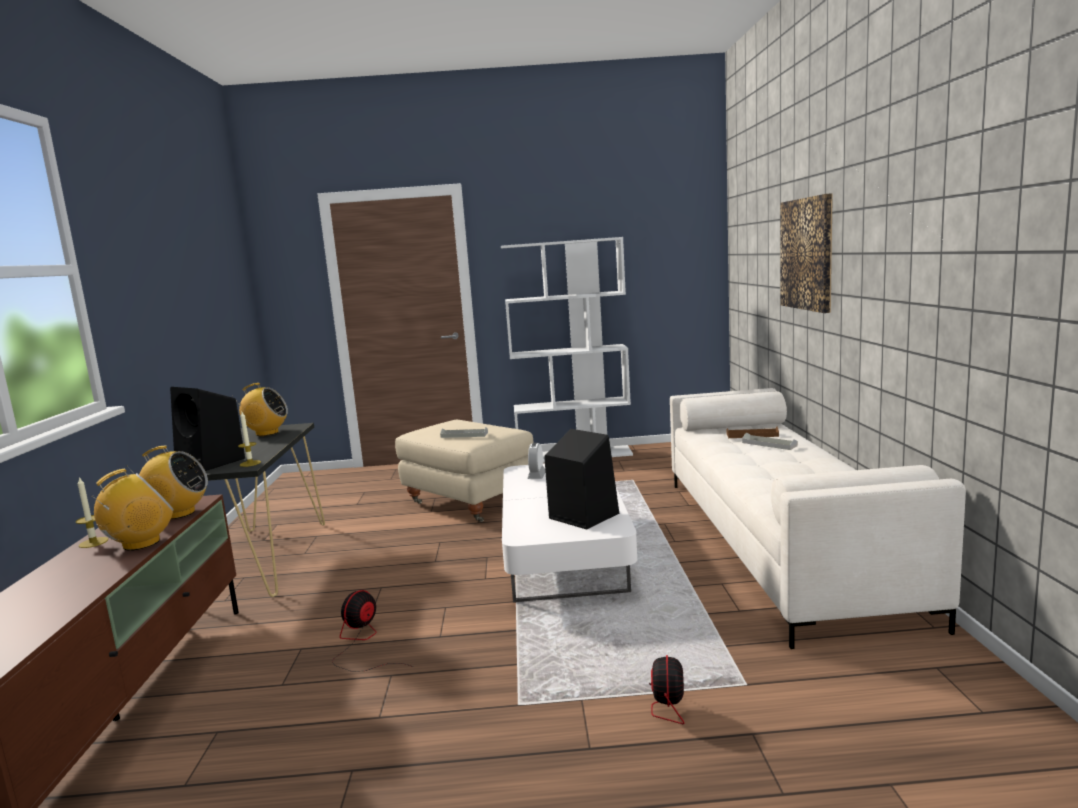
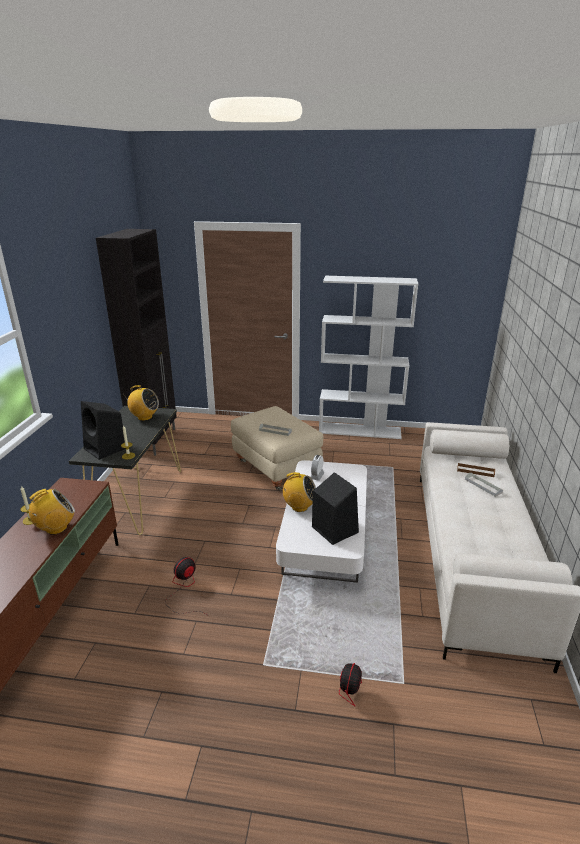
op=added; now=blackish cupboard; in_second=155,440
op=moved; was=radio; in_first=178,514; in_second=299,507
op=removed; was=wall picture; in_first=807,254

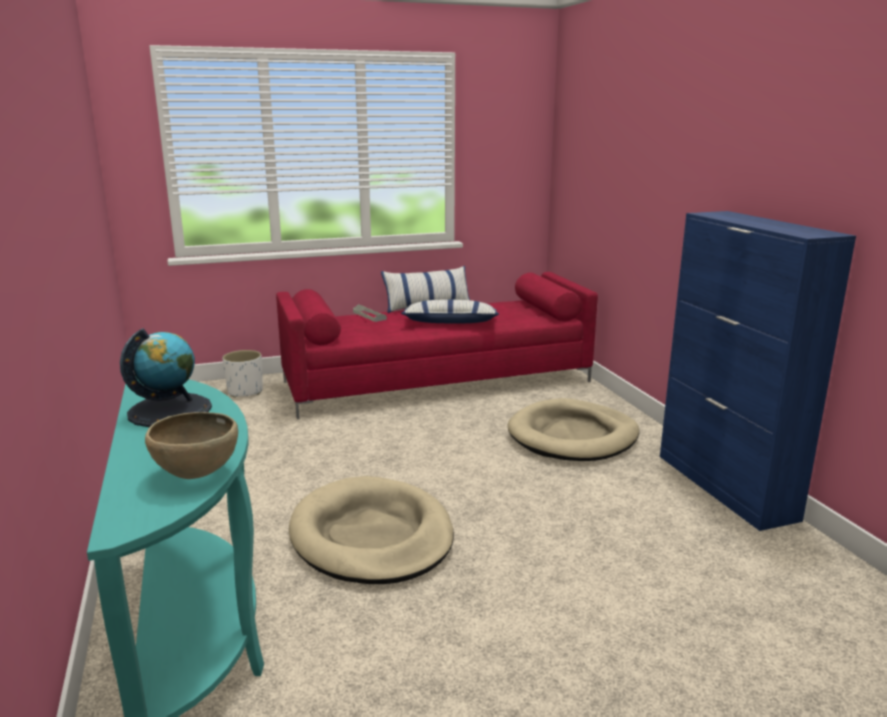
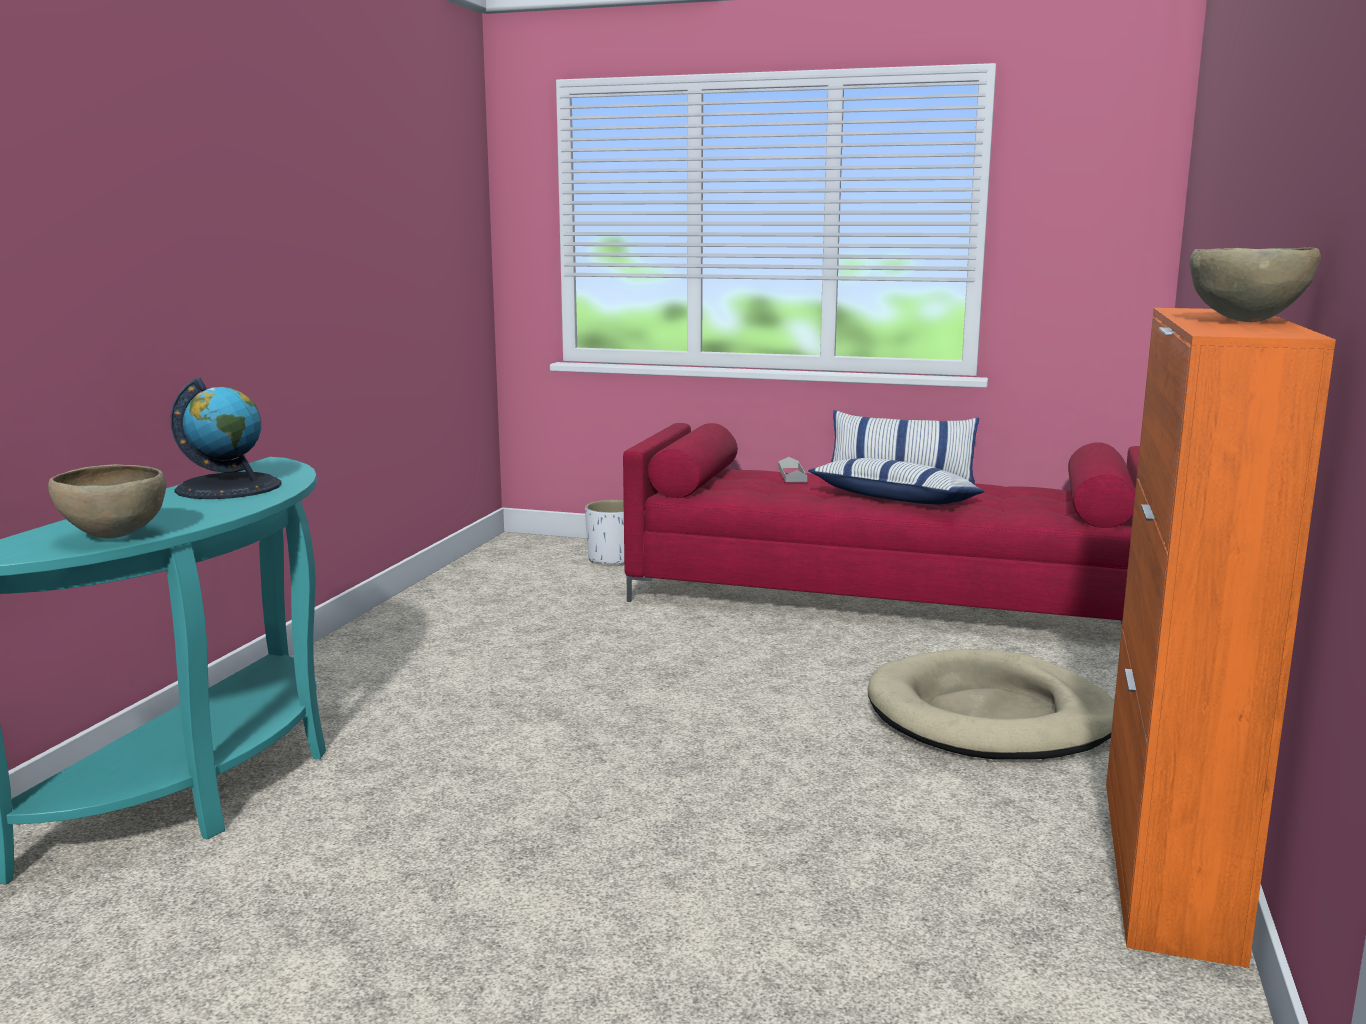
op=recoloured; was=bluish cupboard; now=orange cupboard; in_first=725,487; in_second=1166,865
op=added; now=brown-coloured serving bowl; in_second=1246,321
op=removed; was=sand-coloured pet bed; in_first=372,536

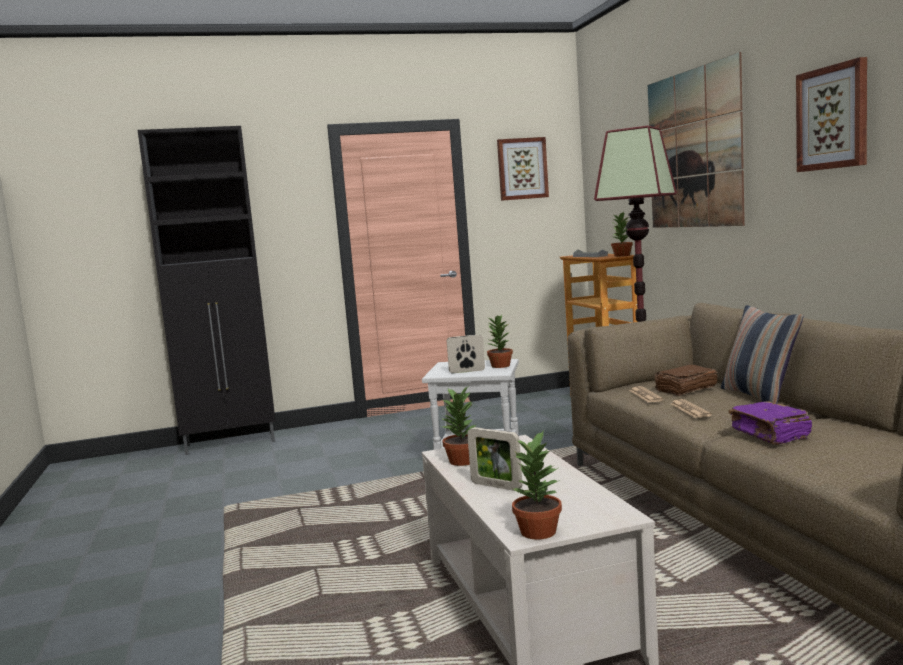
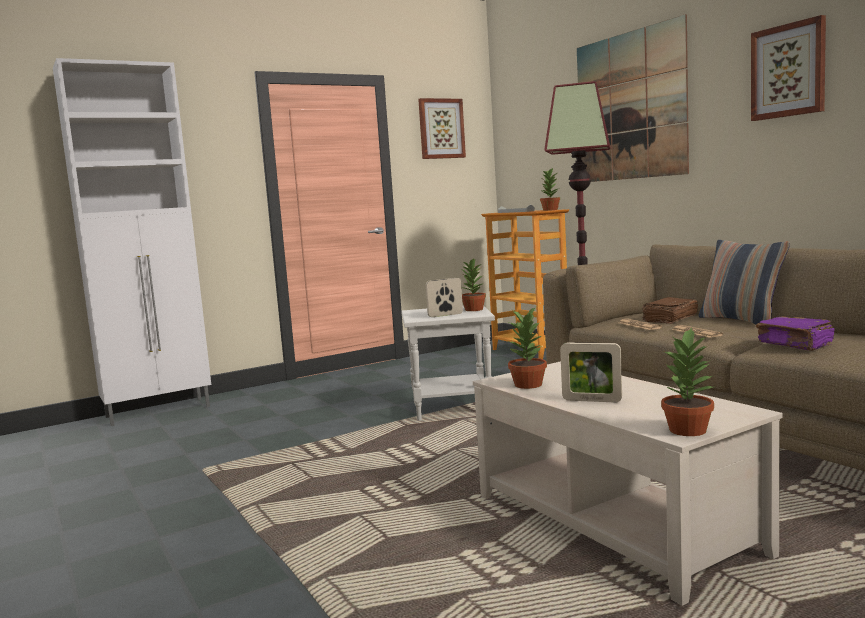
op=recoloured; was=blackish cupboard; now=white-coloured cupboard; in_first=232,443; in_second=160,411

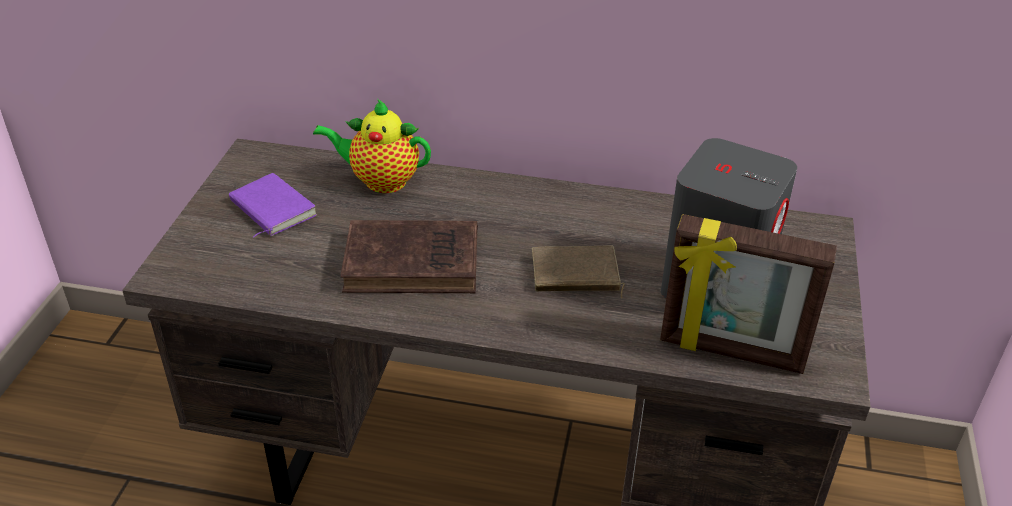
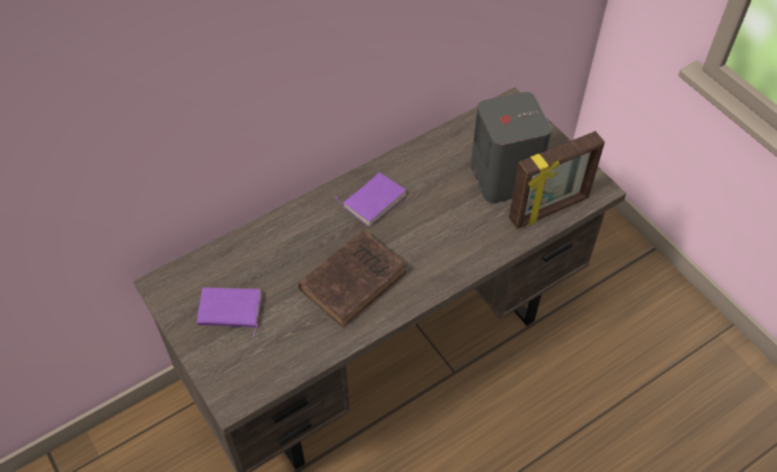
op=added; now=purple-coloured bound book; in_second=373,200
op=removed; was=pot for tea; in_first=380,181
op=removed; was=brown-coloured bound book; in_first=575,276

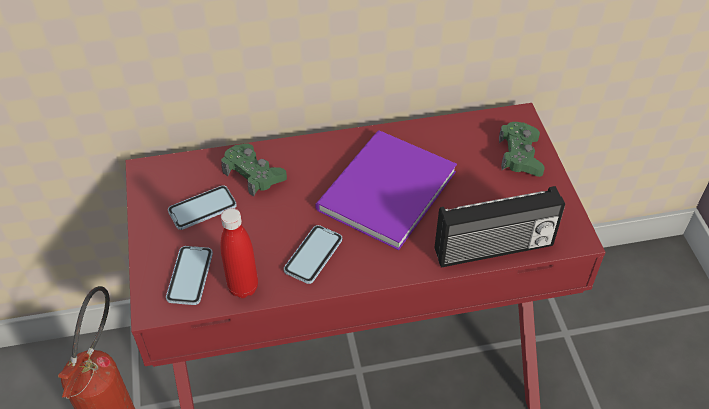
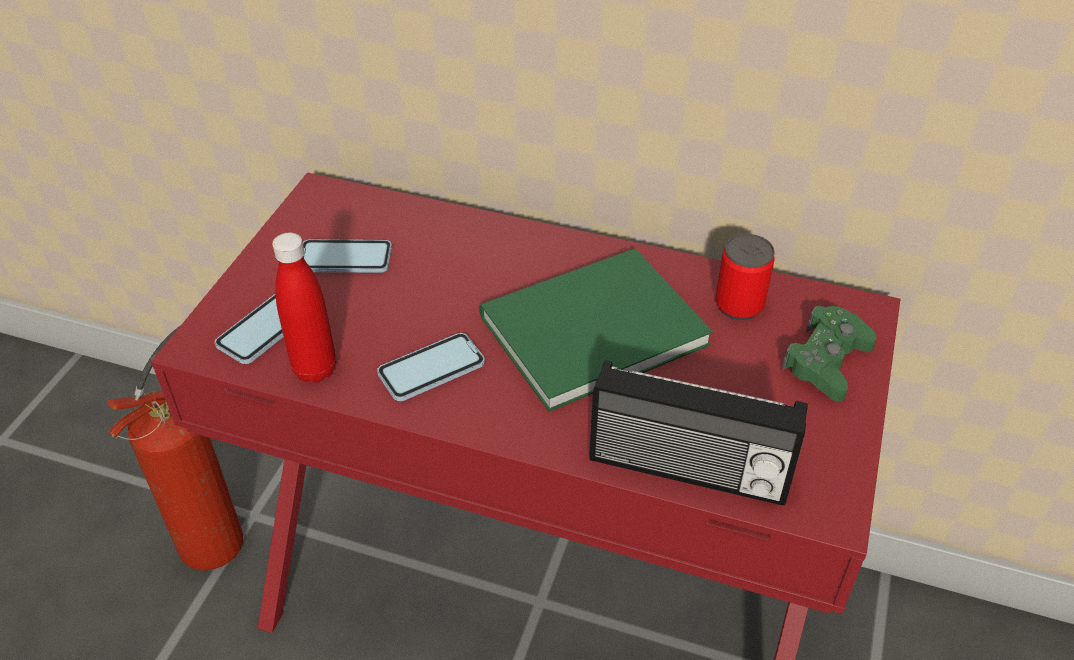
op=recoloured; was=purple-coloured bound book; now=greenish bound book; in_first=382,192; in_second=585,329
op=added; now=sealed can; in_second=739,305
op=removed; was=greenish joypad; in_first=253,174

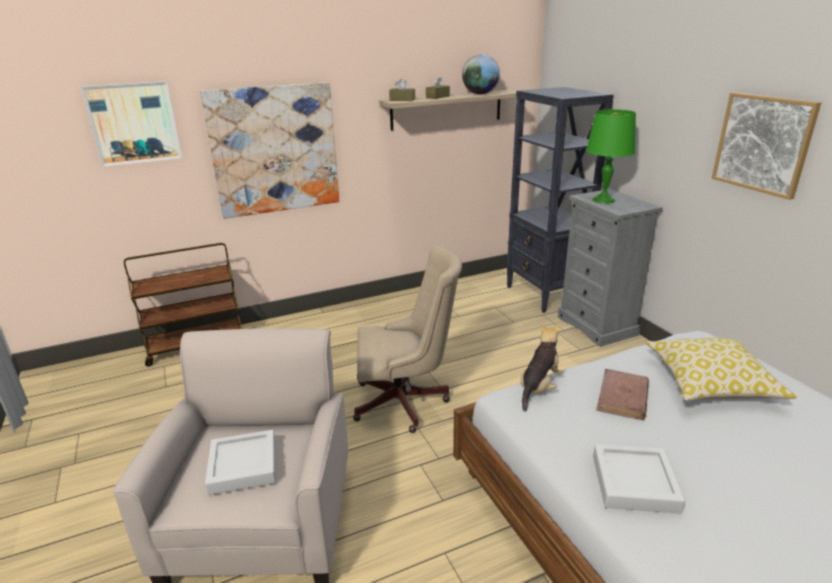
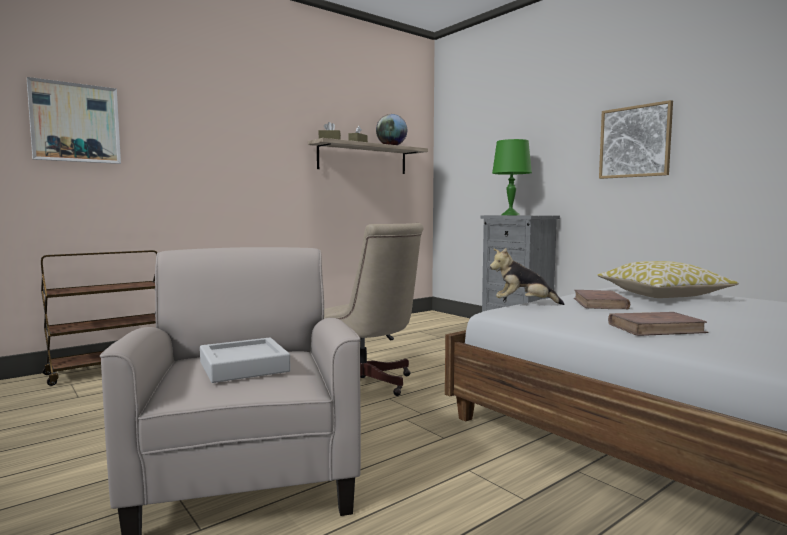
op=turned; was=sand-coloured desk chair; in_first=406,402; in_second=367,385; clockwise=60
op=turned; was=cuddly toy; in_first=539,388; in_second=523,304; clockwise=-105
op=replaced; was=greyish serving tray; now=brown-coloured bound book; in_first=634,483; in_second=656,328
op=removed; was=wall picture; in_first=274,150
op=removed; was=blackish bookcase; in_first=545,294

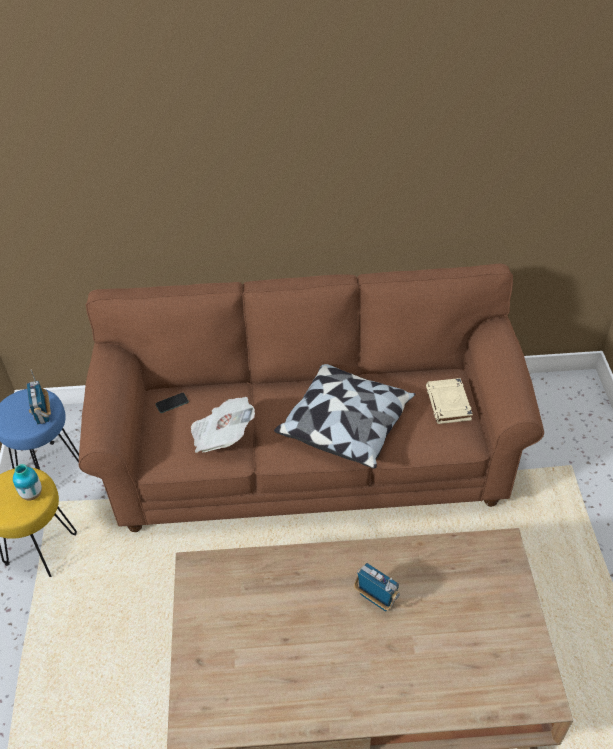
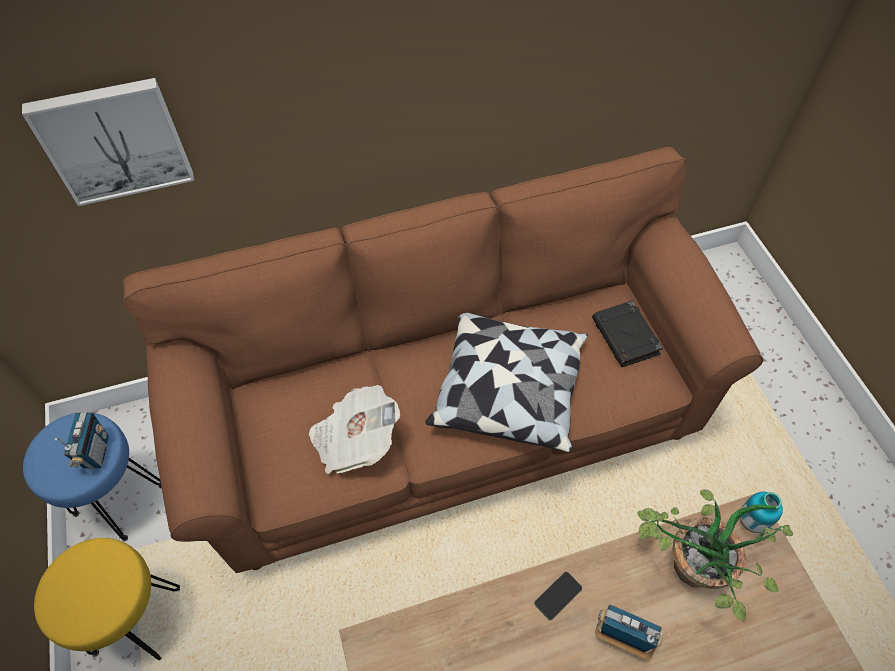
op=added; now=wall picture; in_second=114,140
op=turned; was=radio; in_first=43,414; in_second=96,452; clockwise=-150
op=moved; was=phone; in_first=172,403; in_second=558,596
op=recoloured; was=sand-coloured bound book; now=blackish bound book; in_first=448,404; in_second=626,337
op=added; now=plant in a pot; in_second=683,570
op=moved; was=flower vase; in_first=32,494; in_second=751,521

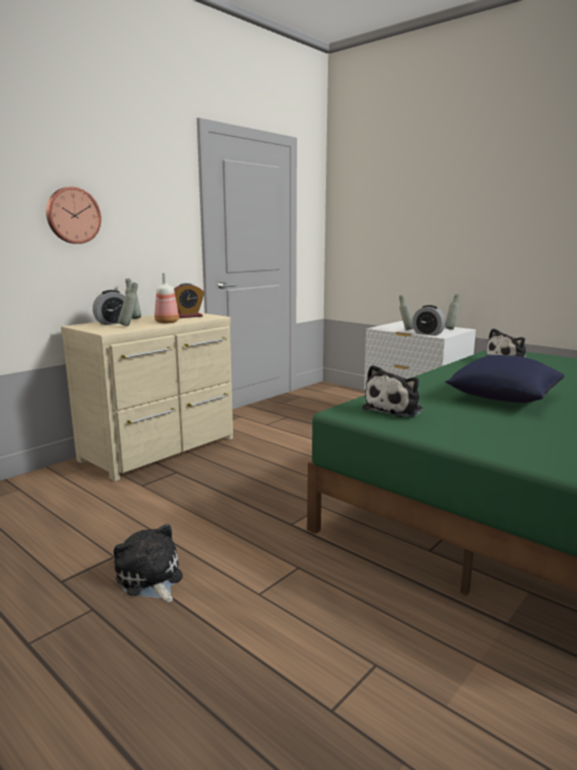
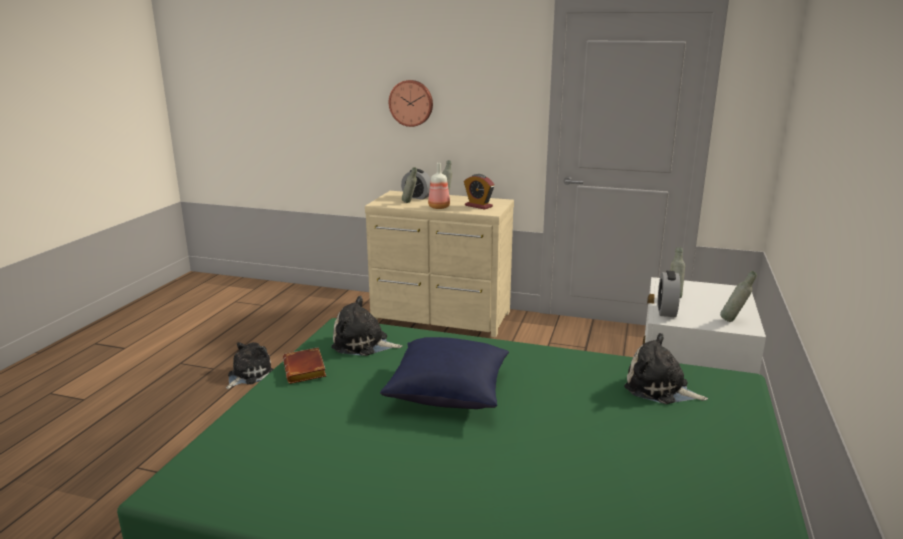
op=added; now=brown-coloured bound book; in_second=306,371

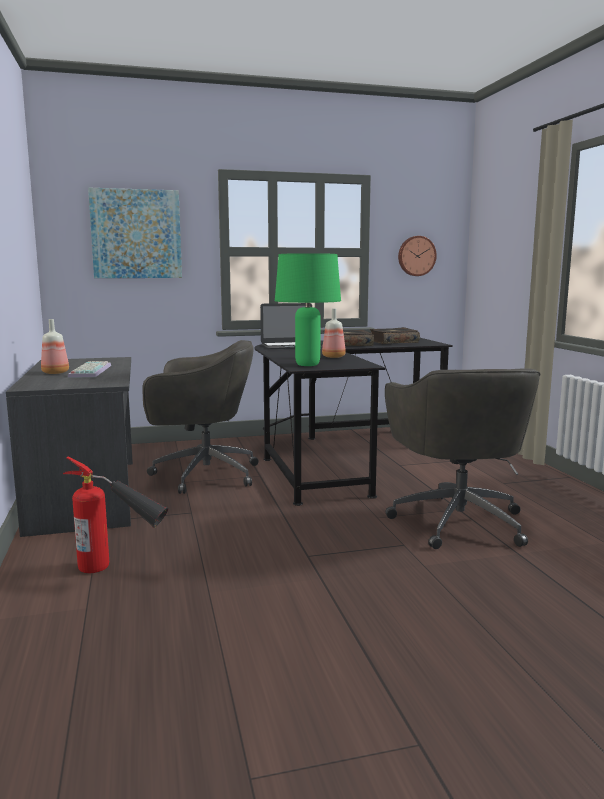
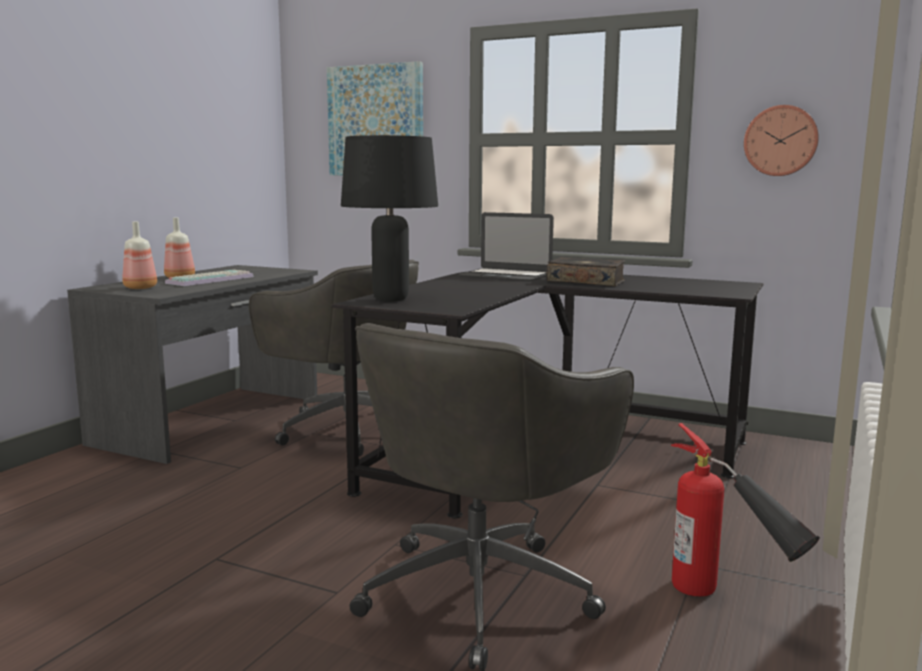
op=moved; was=bottle; in_first=334,357; in_second=141,288
op=recoloured; was=greenish table lamp; now=blackish table lamp; in_first=307,365; in_second=390,299
op=moved; was=extinguisher; in_first=119,570; in_second=728,604
op=removed; was=bound book; in_first=393,342

